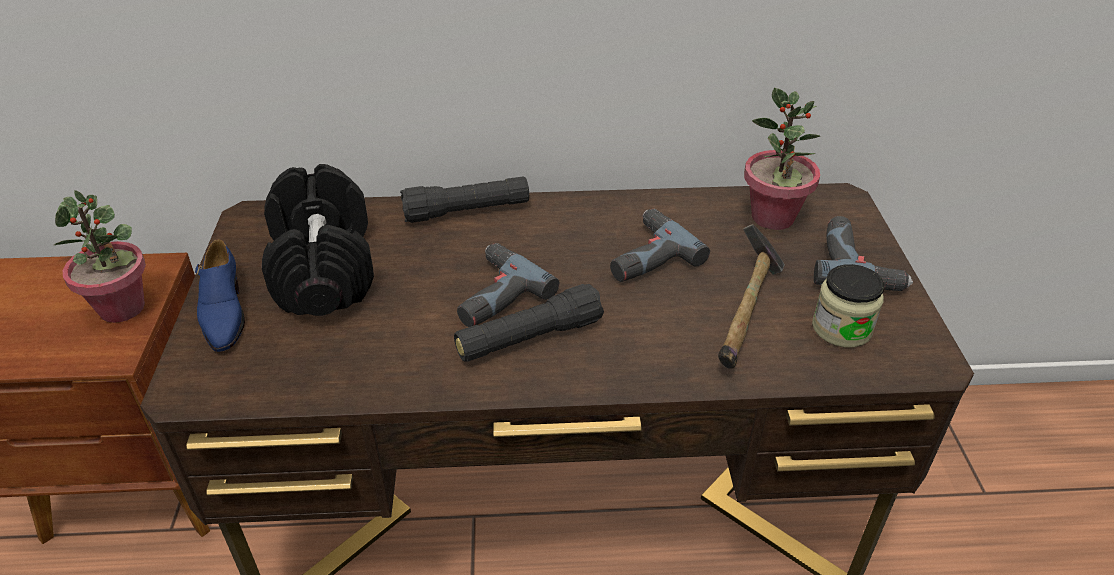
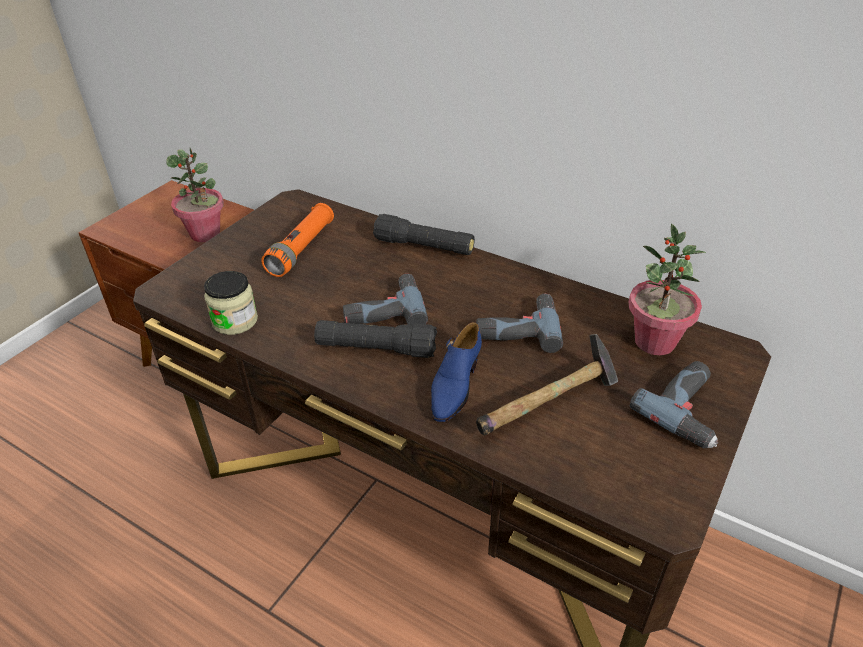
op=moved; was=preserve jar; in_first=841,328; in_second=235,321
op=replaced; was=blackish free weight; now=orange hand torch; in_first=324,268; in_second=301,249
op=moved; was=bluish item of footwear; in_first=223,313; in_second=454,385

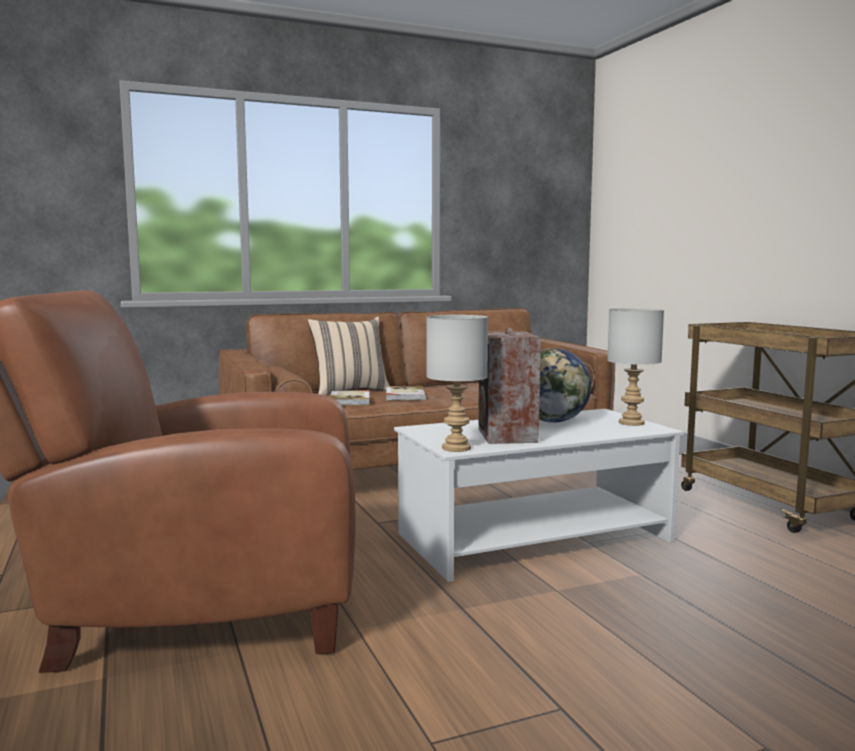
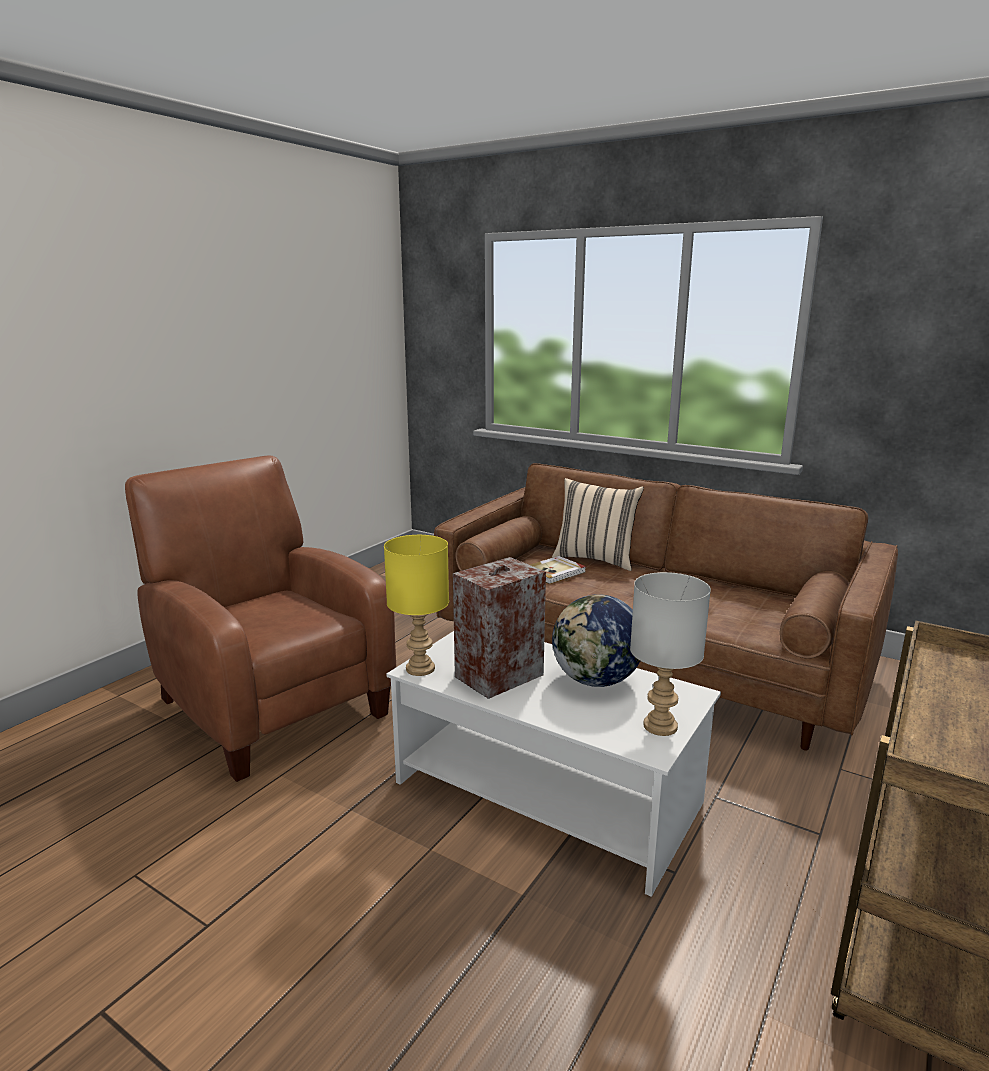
op=recoloured; was=greyish table lamp; now=yellow table lamp; in_first=455,448; in_second=419,668
op=removed; was=bound book; in_first=404,396

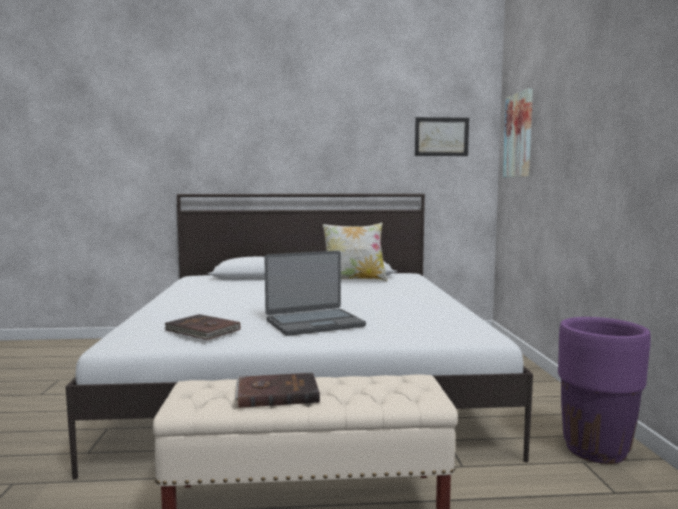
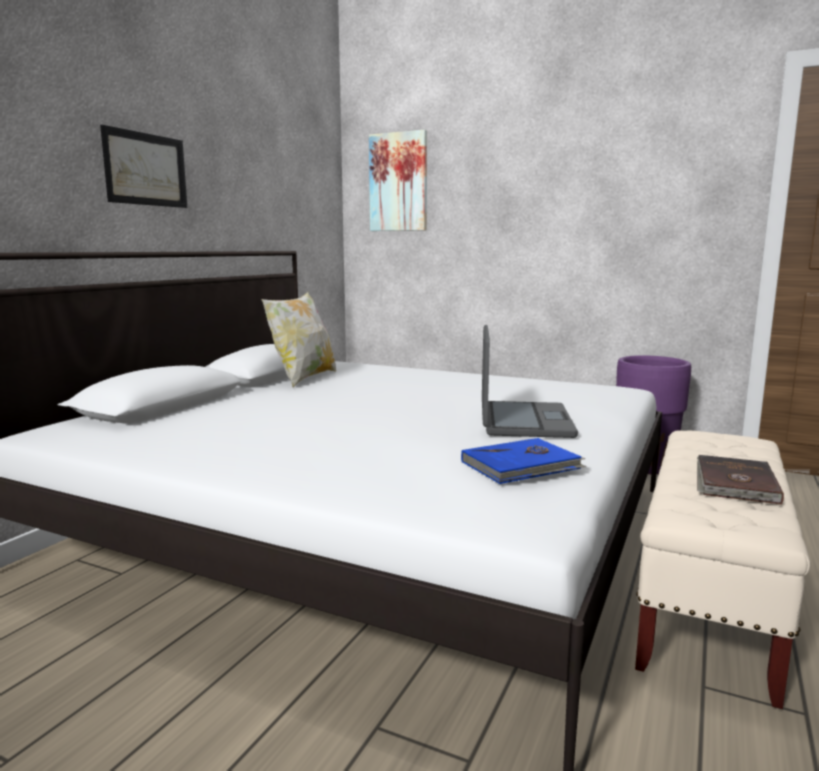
op=moved; was=wall picture; in_first=441,136; in_second=146,169
op=recoloured; was=brown-coloured bound book; now=bluish bound book; in_first=202,330; in_second=522,465

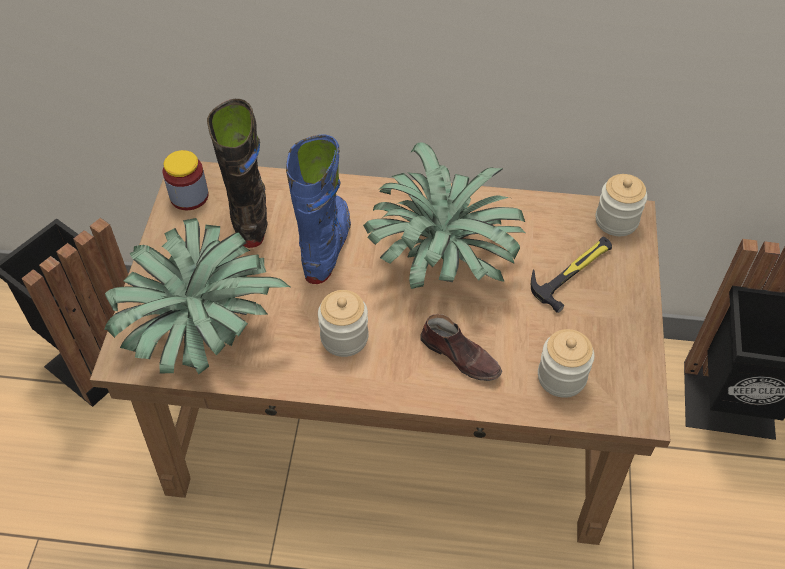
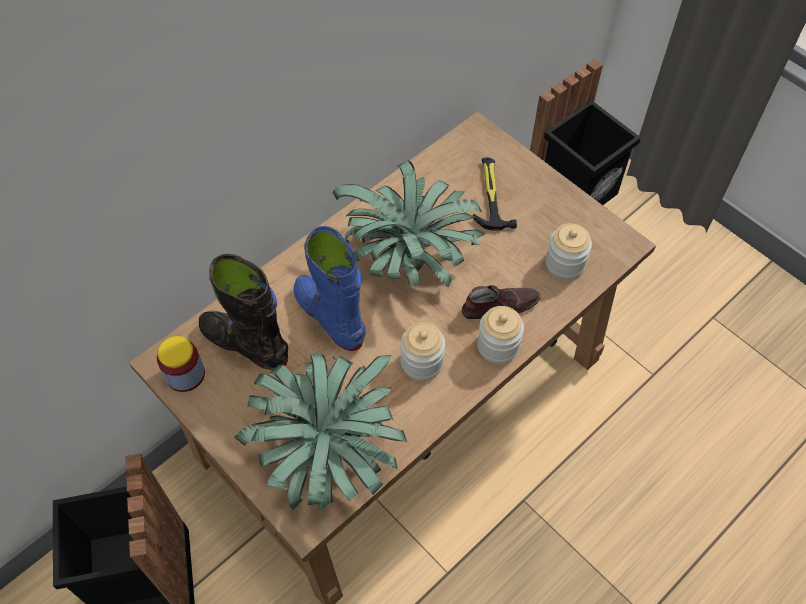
op=moved; was=preserve jar; in_first=616,220; in_second=498,346

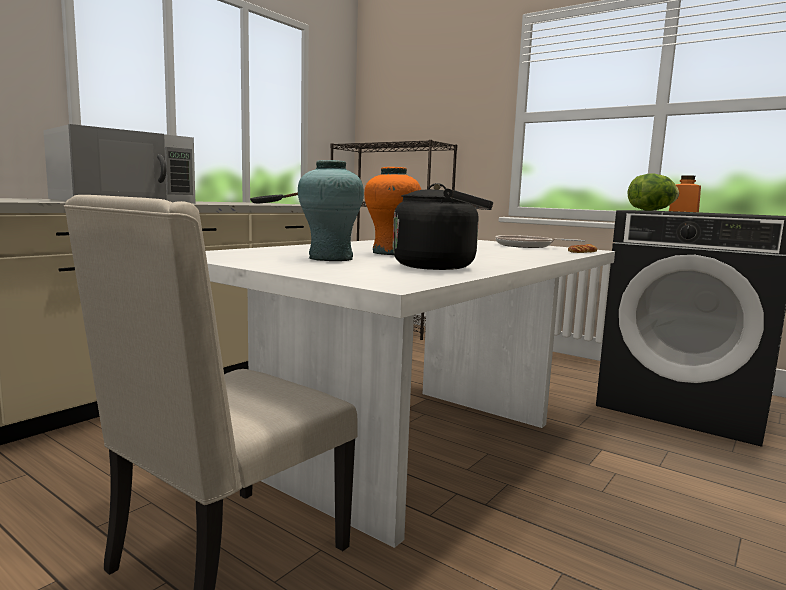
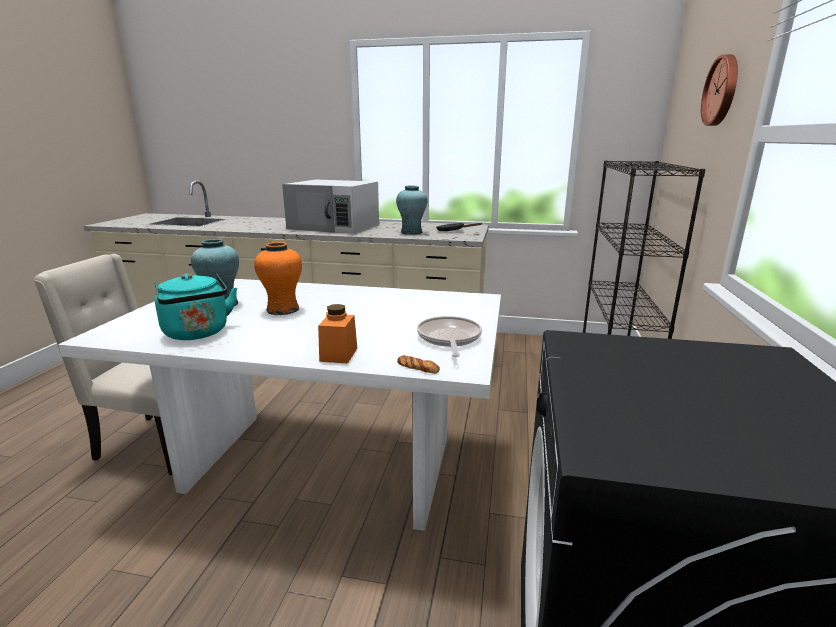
op=recoloured; was=blackish water kettle; now=turquoise-coloured water kettle; in_first=439,266; in_second=198,333
op=moved; was=orange preserve jar; in_first=683,211; in_second=338,354
op=added; now=turquoise-coloured flower vase; in_second=411,232
op=added; now=clock on the wall; in_second=722,91
op=removed; was=lettuce head; in_first=651,210

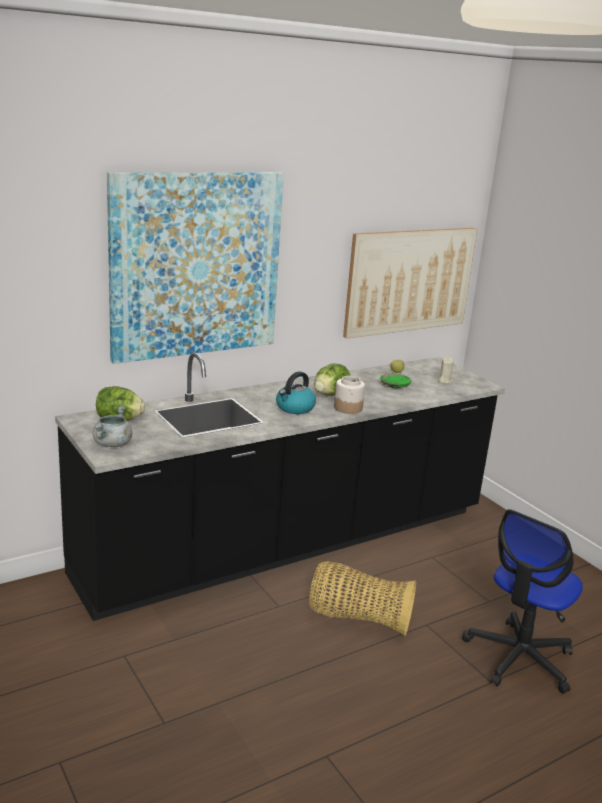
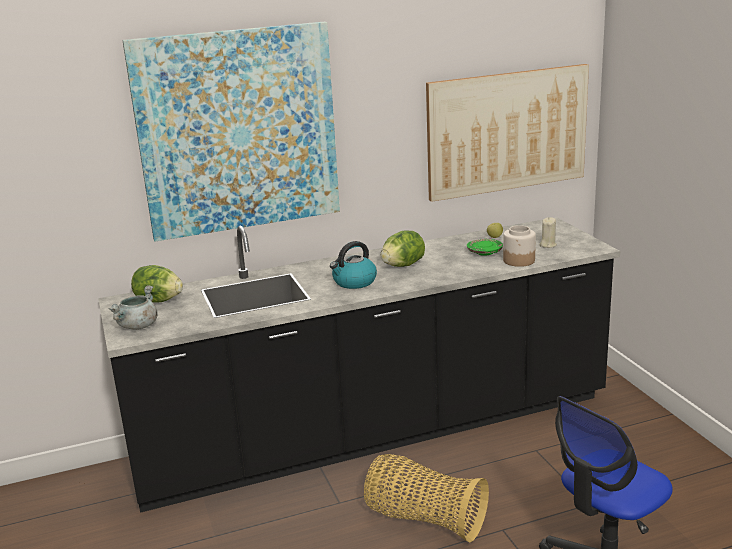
op=moved; was=preserve jar; in_first=348,408; in_second=519,260

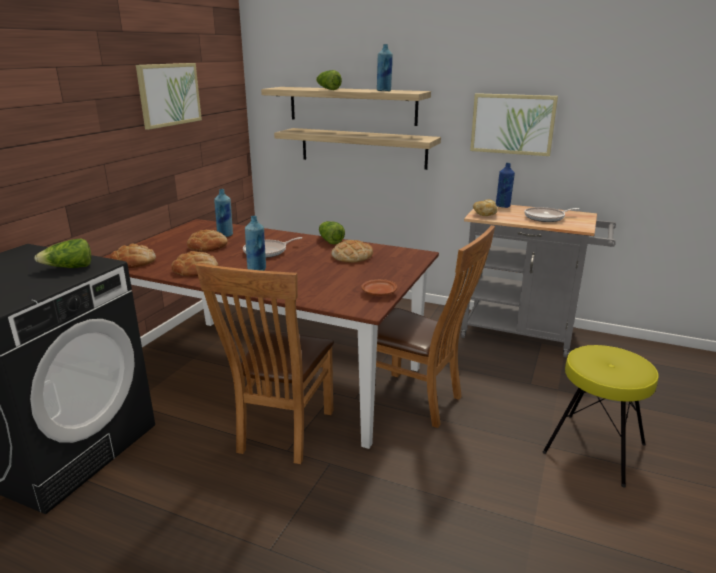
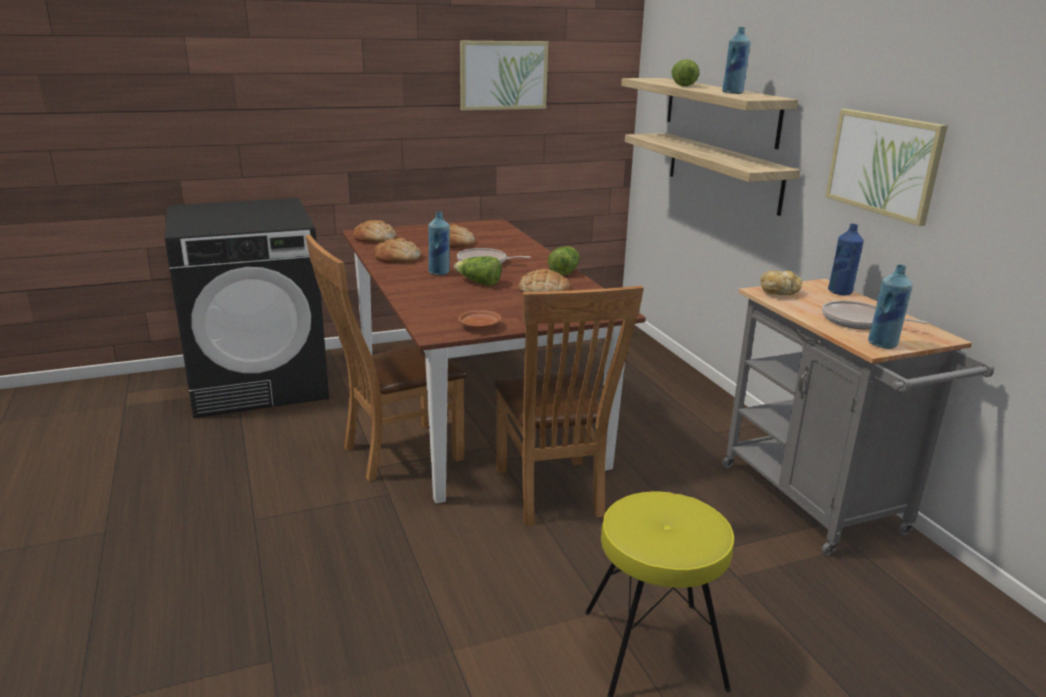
op=moved; was=lettuce head; in_first=69,268; in_second=479,283
op=moved; was=bluish bottle; in_first=225,235; in_second=883,344

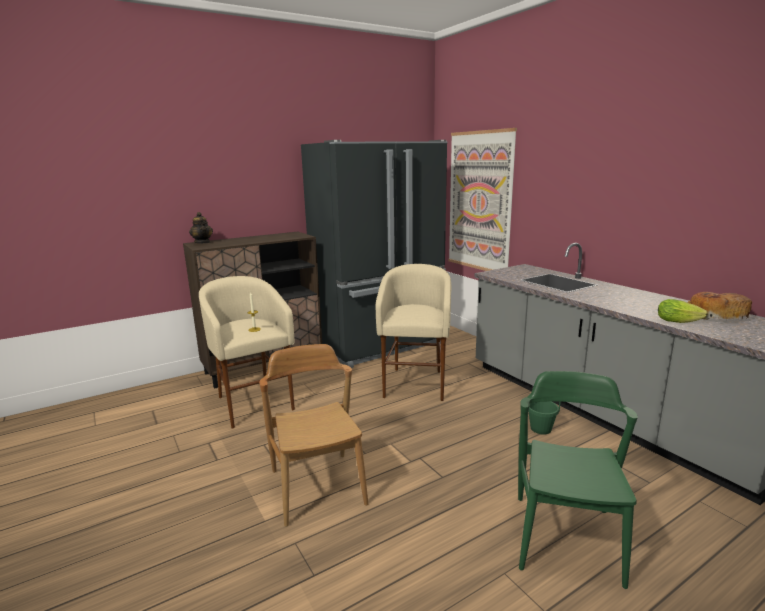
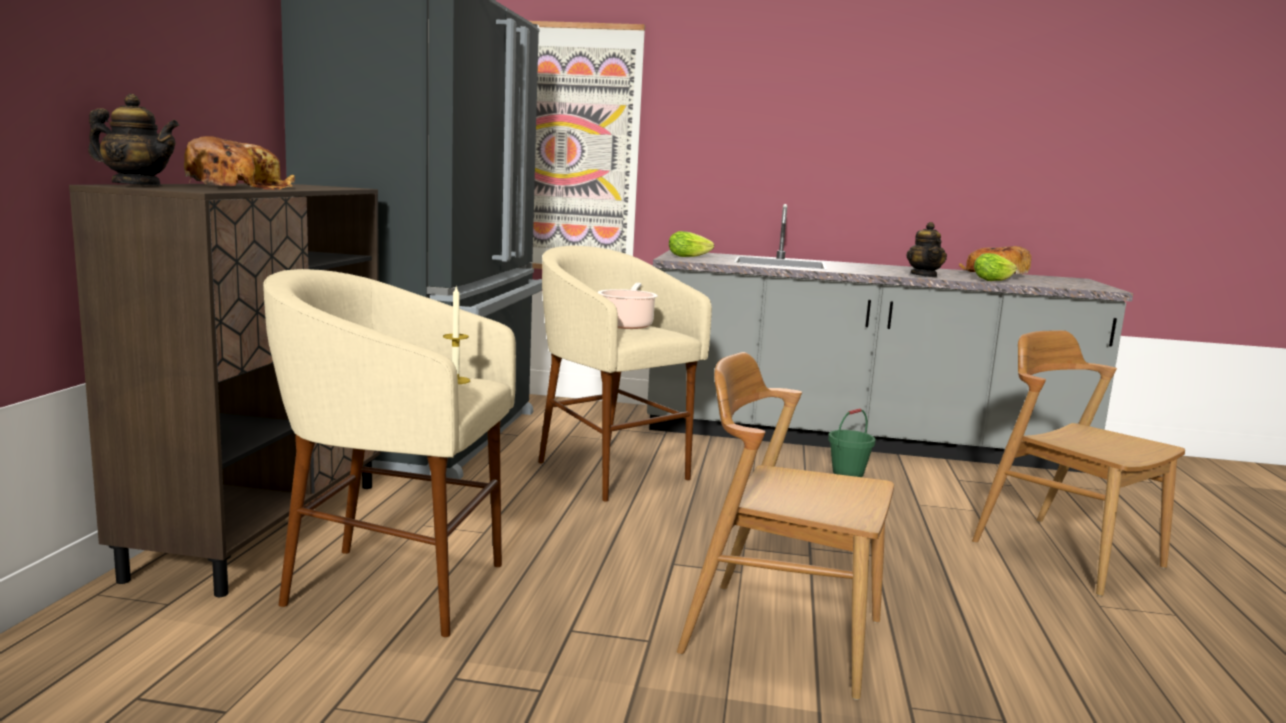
op=added; now=bakery bread; in_second=238,187
op=added; now=saucepot; in_second=626,325
op=added; now=lettuce head; in_second=691,256
op=added; now=pot for tea; in_second=924,275
op=recoloured; was=greenish chair; now=brown-coloured chair; in_first=566,538; in_second=1066,554

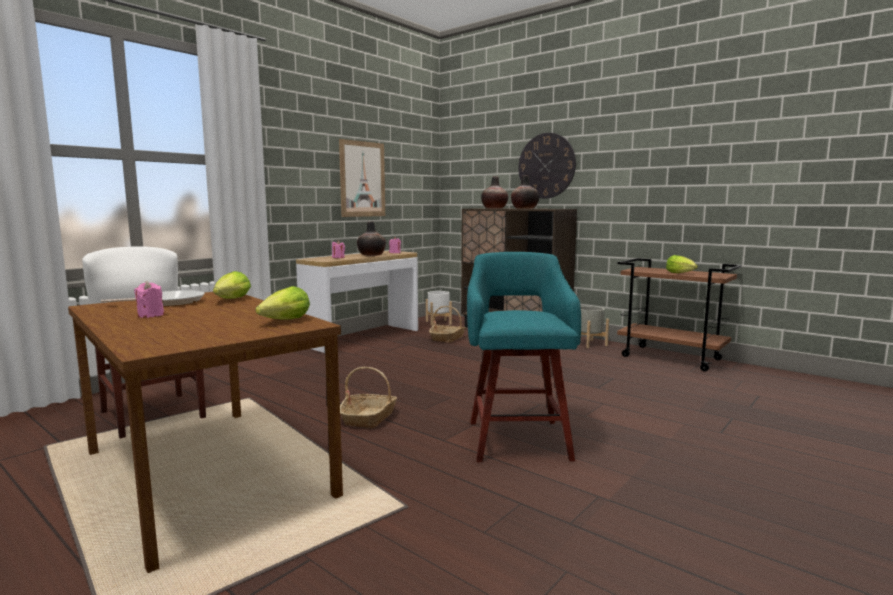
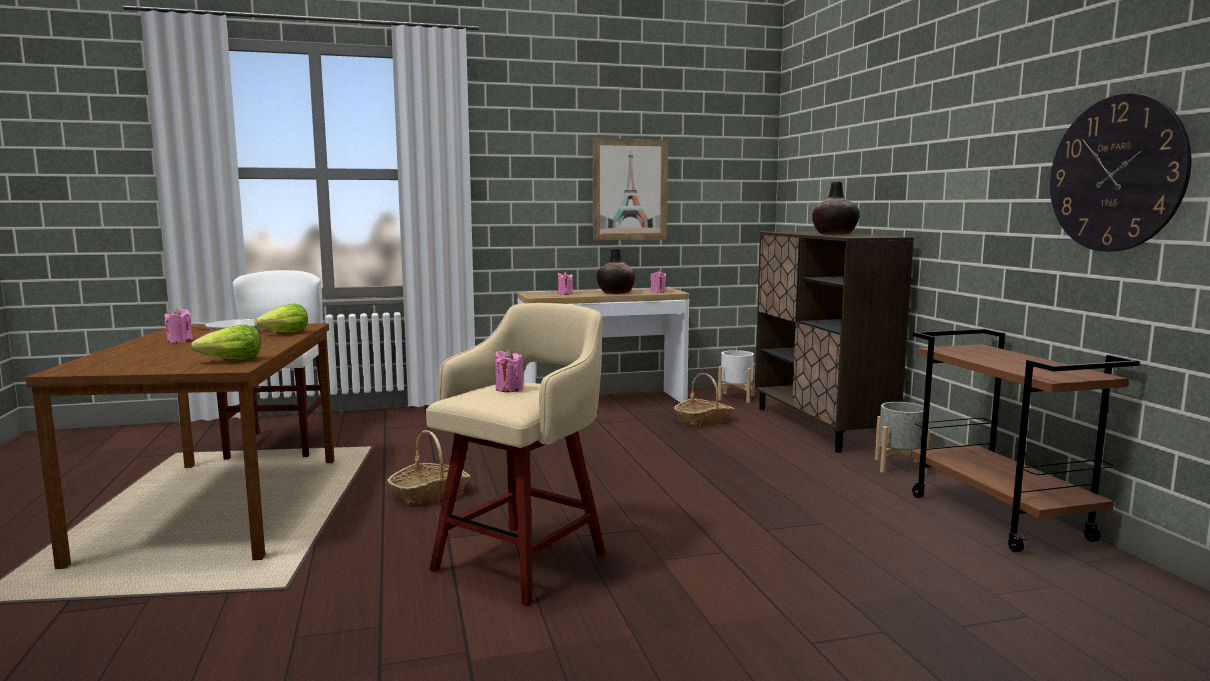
op=recoloured; was=turquoise-coloured sitting stool; now=sand-coloured sitting stool; in_first=518,438; in_second=524,560
op=added; now=pink candle; in_second=509,389
op=moved; was=clock on the wall; in_first=546,166; in_second=1116,174
op=removed; was=flower vase; in_first=494,208
op=removed; was=lettuce head; in_first=680,273

